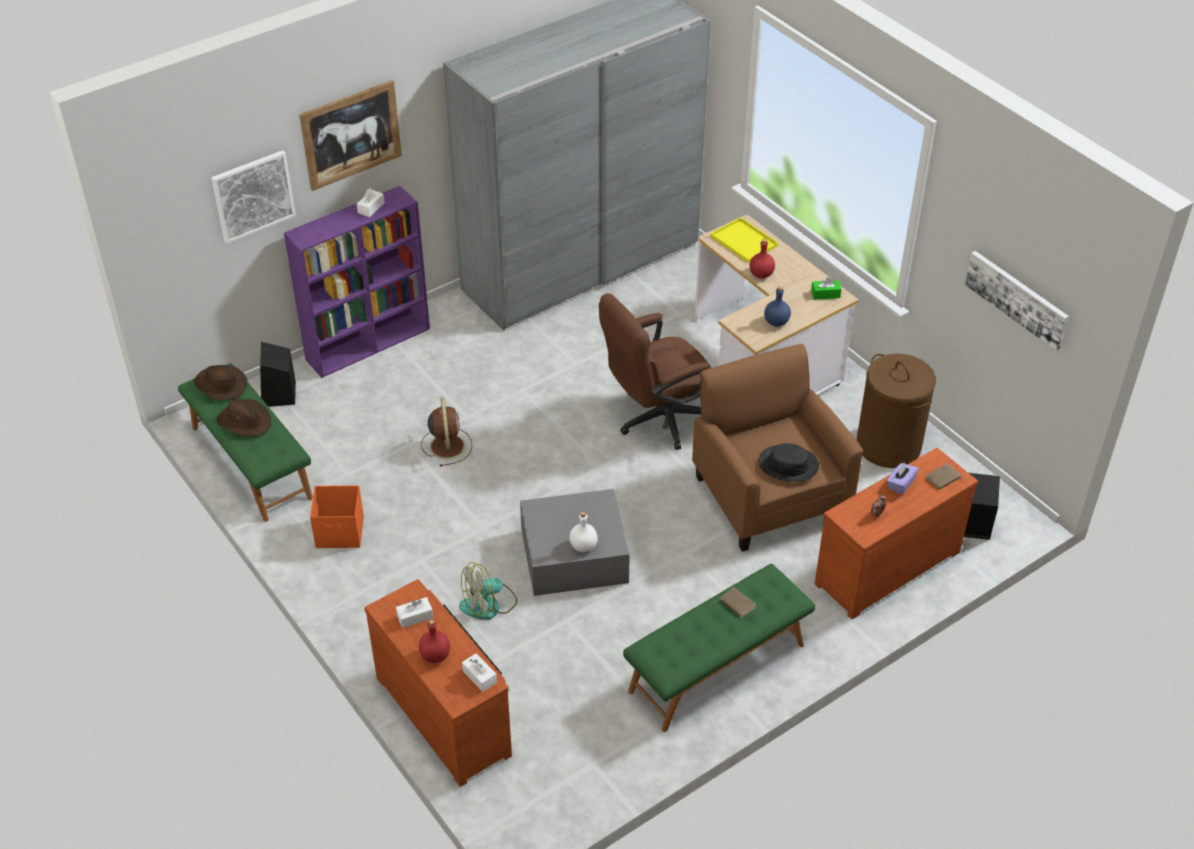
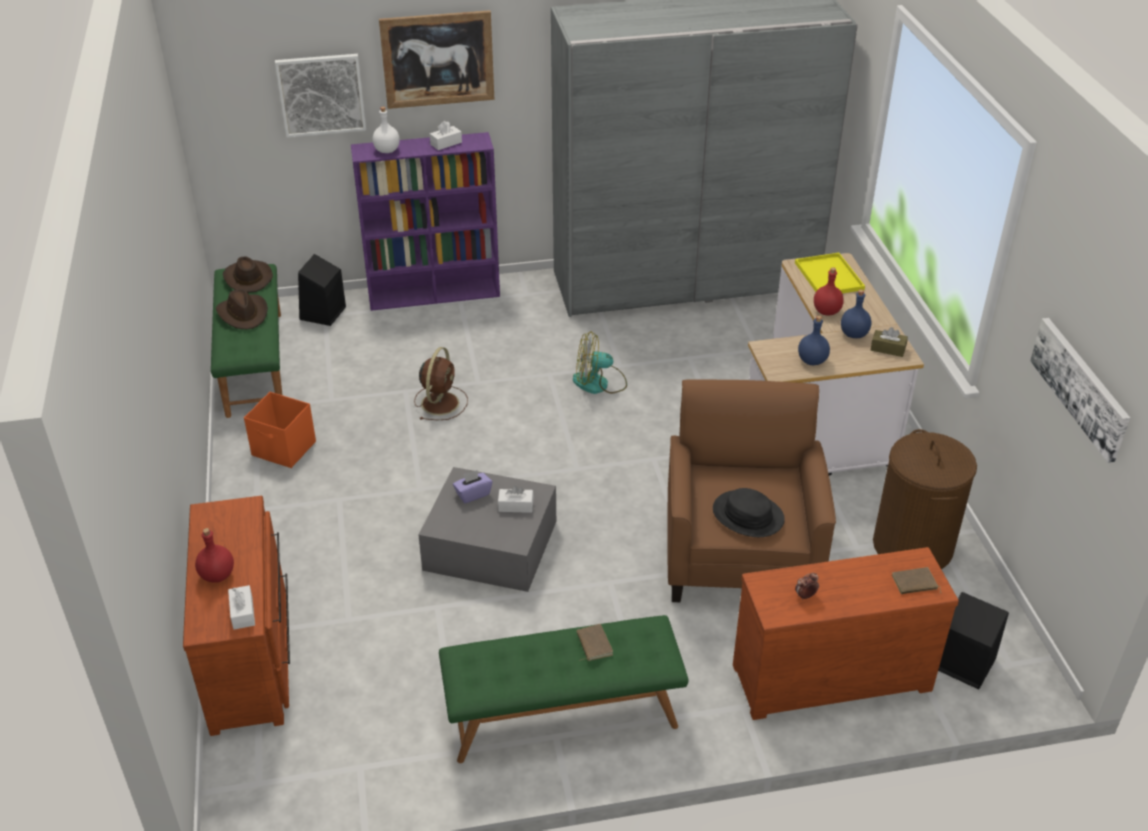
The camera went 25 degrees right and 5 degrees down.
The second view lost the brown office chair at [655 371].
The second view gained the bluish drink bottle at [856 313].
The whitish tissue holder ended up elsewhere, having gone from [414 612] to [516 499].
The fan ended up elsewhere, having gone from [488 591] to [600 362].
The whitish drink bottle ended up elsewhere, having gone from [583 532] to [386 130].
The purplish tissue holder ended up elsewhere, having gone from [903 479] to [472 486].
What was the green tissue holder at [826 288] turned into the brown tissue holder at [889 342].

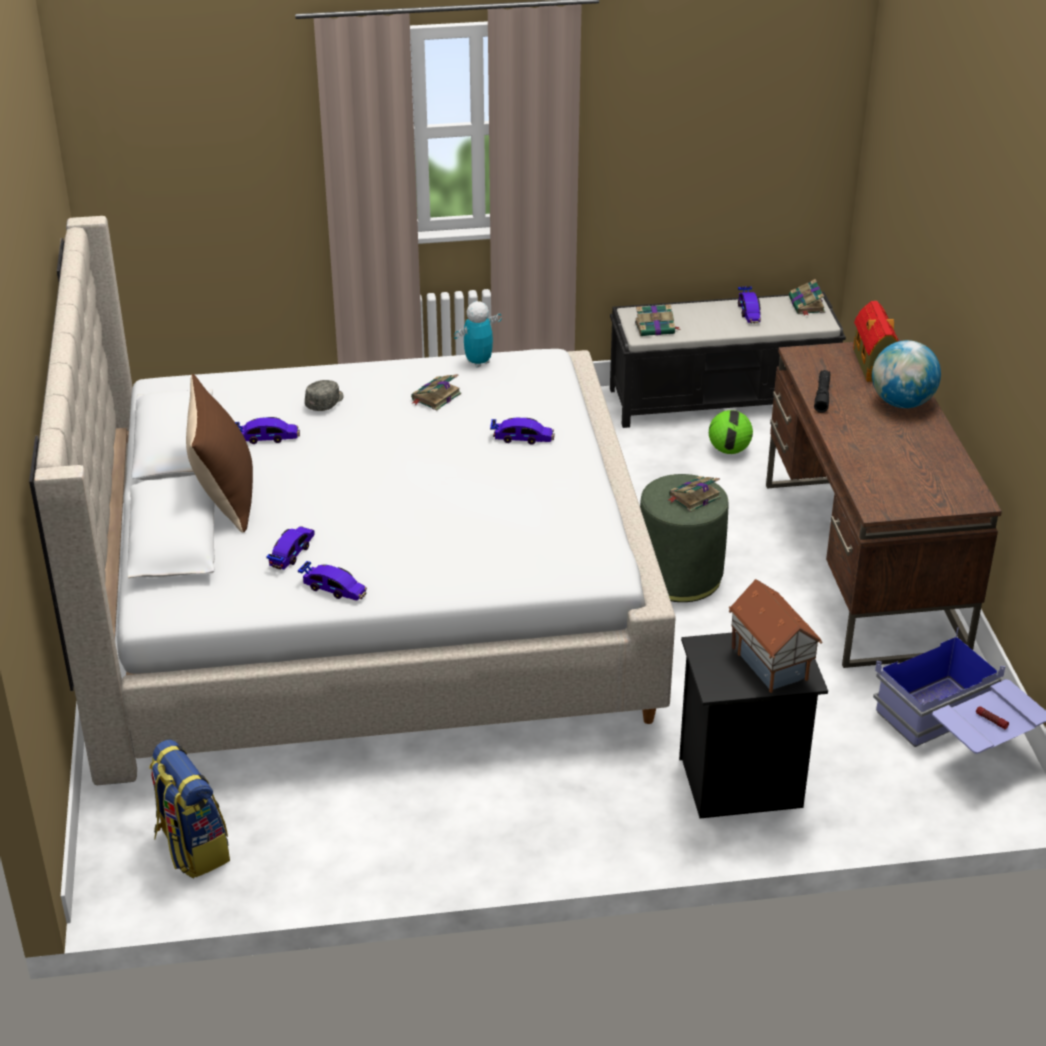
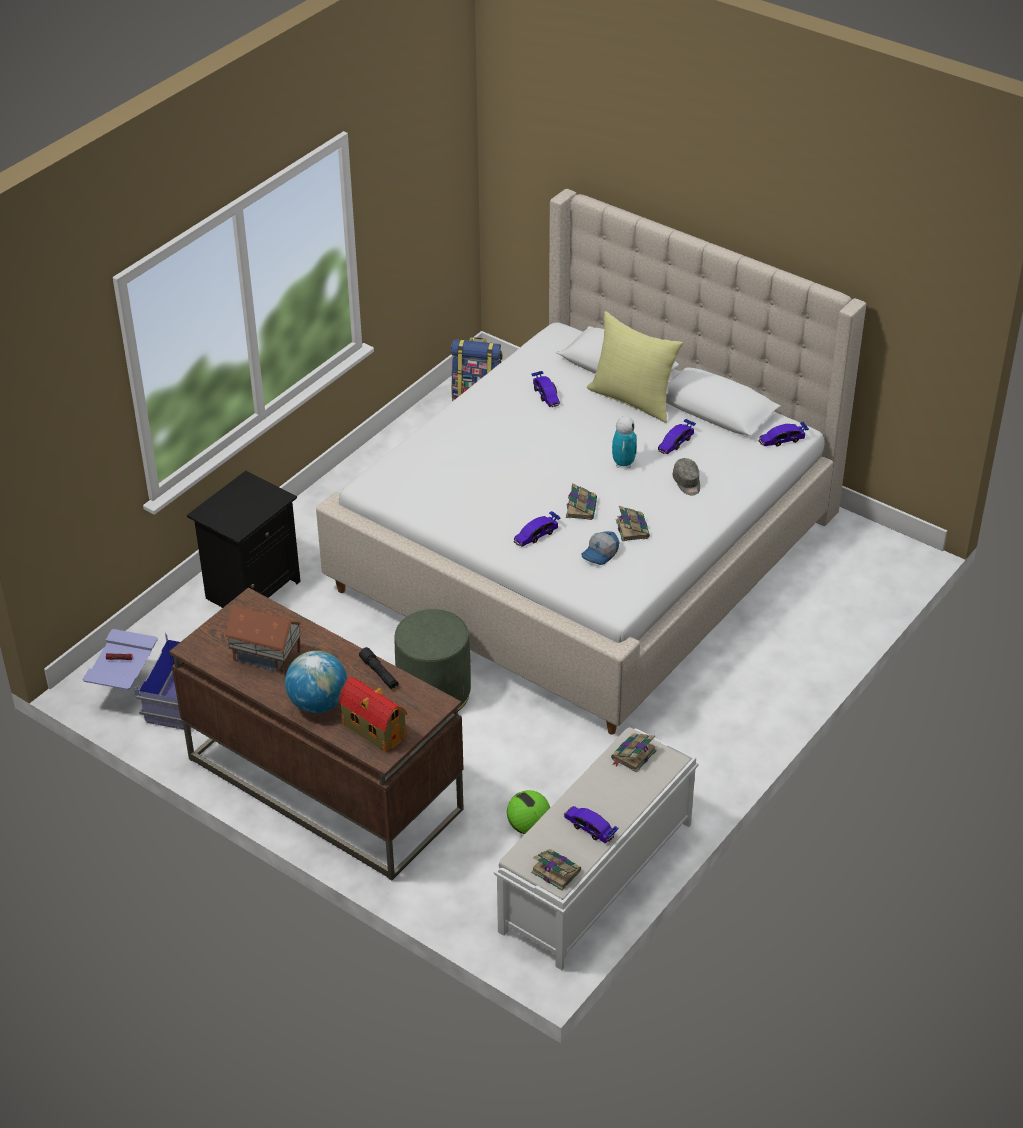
The camera went 135 degrees right and 5 degrees up.
The second view gained the peaked cap at [600 548].
The model car ended up elsewhere, having gone from [332 581] to [784 434].
The robot figure ended up elsewhere, having gone from [478 334] to [624 442].
The volume ended up elsewhere, having gone from [694 494] to [581 501].
The model house ended up elsewhere, having gone from [775 636] to [263 641].
What was the brown pillow at [219 453] turned into the yellow-coloured pillow at [635 367].
What was the blackish indoor bench at [728 360] turned into the whitish indoor bench at [596 848].

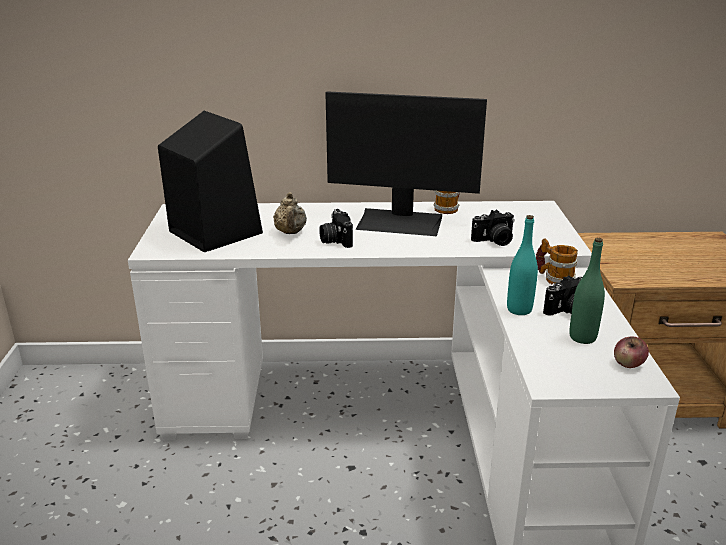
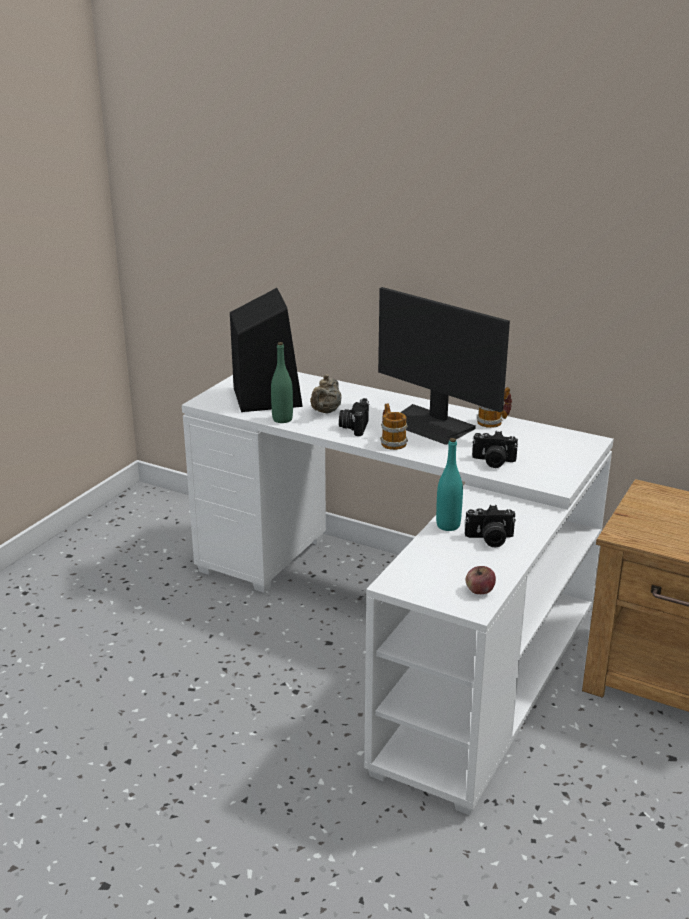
The camera went 30 degrees right and 0 degrees up.
The coffee mug ended up elsewhere, having gone from [557 261] to [394 427].
The green drink bottle ended up elsewhere, having gone from [587 291] to [282 382].

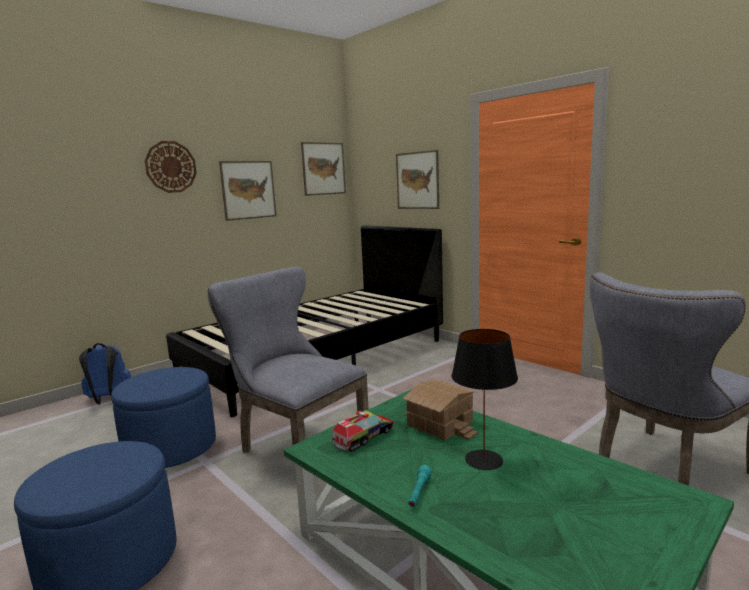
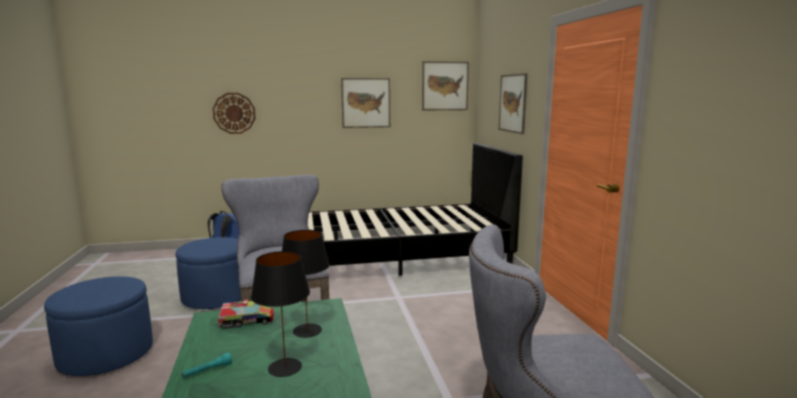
The camera went 30 degrees right and 0 degrees up.
The hanging clock ended up elsewhere, having gone from [171 167] to [234 113].
Where the model house stood at [440 410], the blackish table lamp came to stand at [305 284].

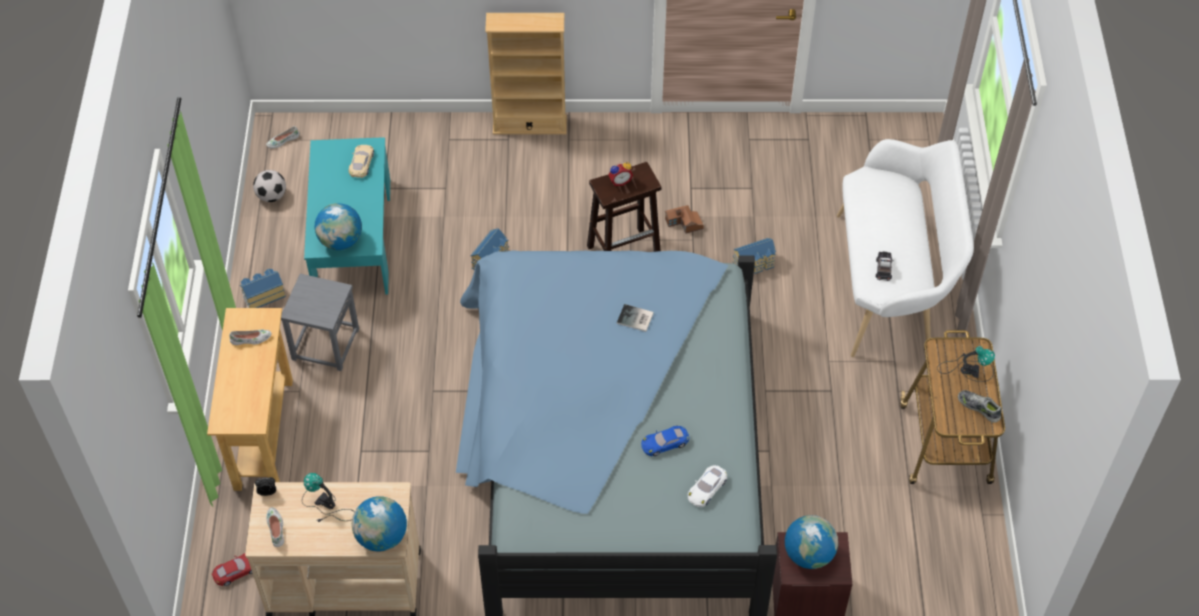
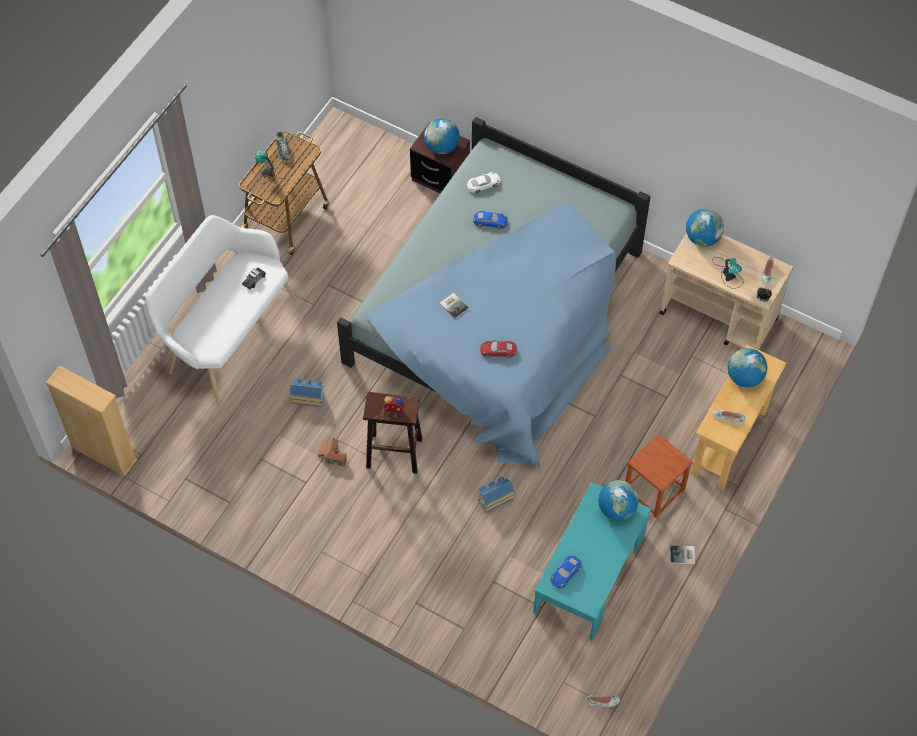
The camera went 150 degrees left and 5 degrees up.
The second view lost the football at [269 186].
The second view gained the desk globe at [747 368].
The reddish model car ended up elsewhere, having gone from [232 569] to [498 348].
The beige-coloured bookcase ended up elsewhere, having gone from [526 73] to [91 420].
Where the model house stood at [263 288], the volume came to stand at [682 554].
What was the gray stool at [320 322] turned into the brown stool at [659 476].
What was the beige-coloured model car at [361 161] turned into the bluish model car at [566 571].

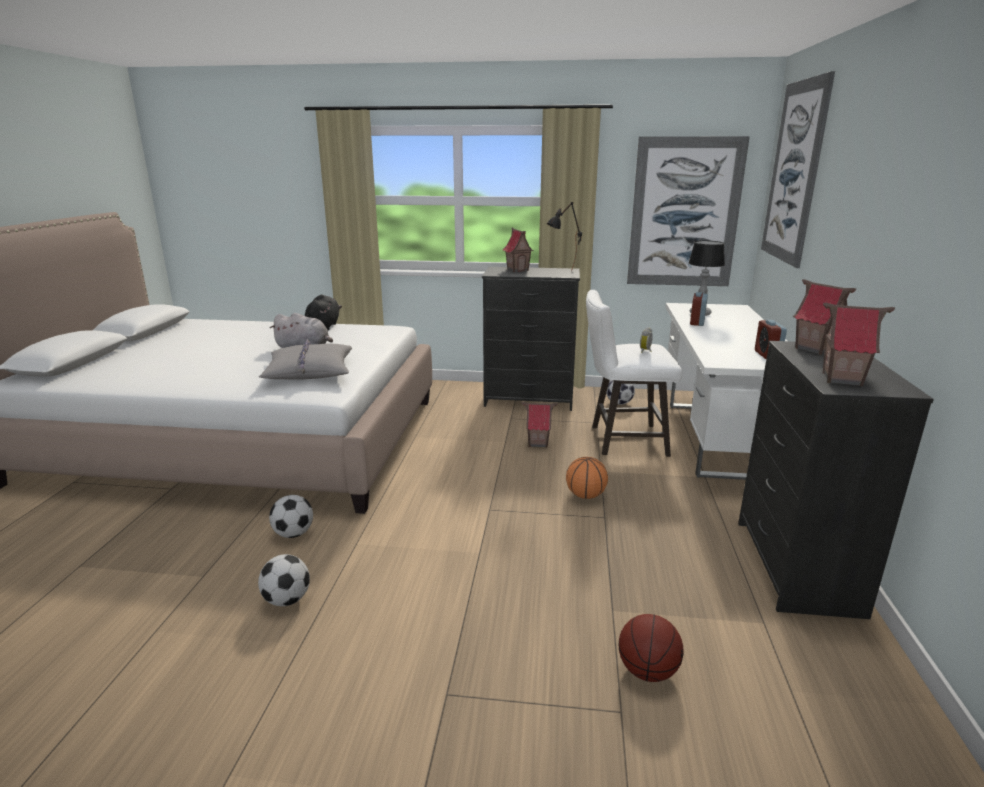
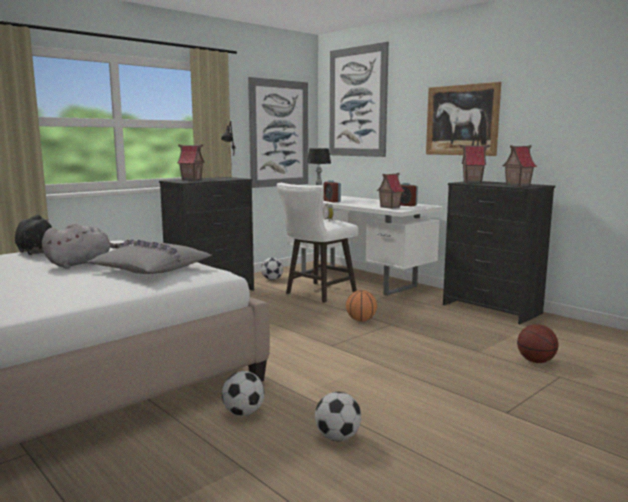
The camera went 50 degrees left and 10 degrees down.
The second view gained the wall art at [463 119].
The model house ended up elsewhere, having gone from [539 425] to [390 191].

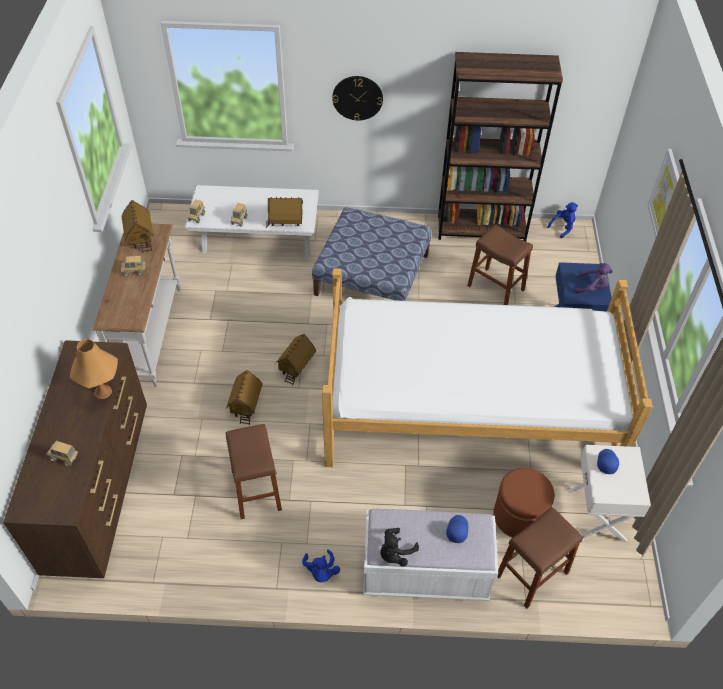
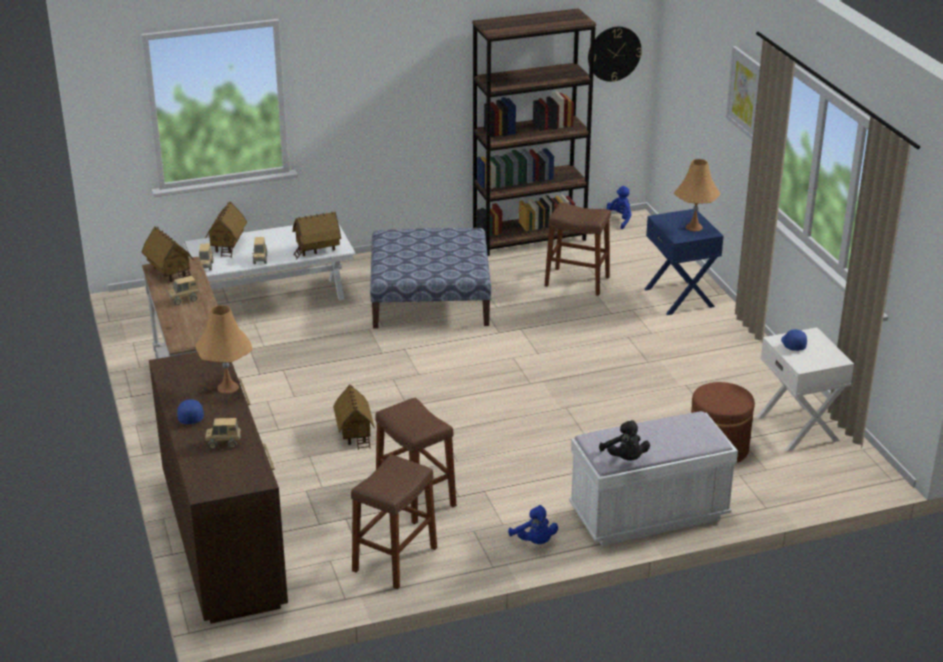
The camera went 20 degrees left and 20 degrees down.
The second view lost the bed at [487 367].
The model house ended up elsewhere, having gone from [295 360] to [226 230].
The hanging clock ended up elsewhere, having gone from [357 98] to [615 54].
The bluish peaked cap ended up elsewhere, having gone from [457 529] to [190 411].
The brown stool ended up elsewhere, having gone from [540 557] to [394 521].
Where the purplish plush toy stood at [594 278], the orange-coloured table lamp came to stand at [697 195].
The blackish plush toy at [399 547] ended up facing another way, 45 degrees counterclockwise from before.

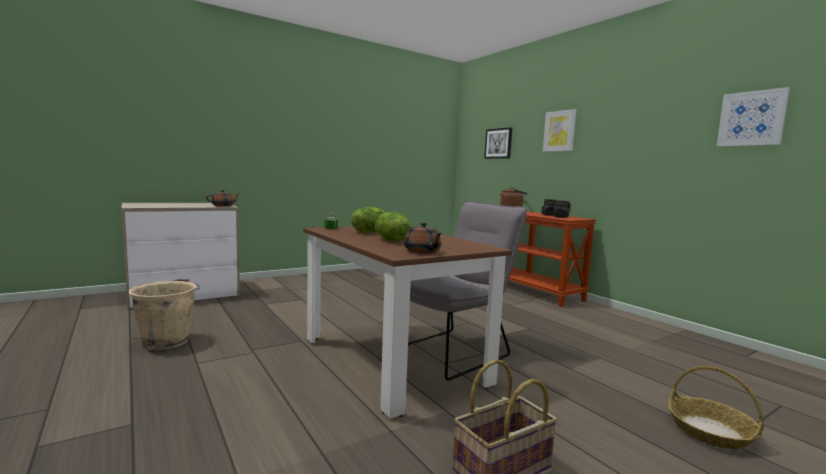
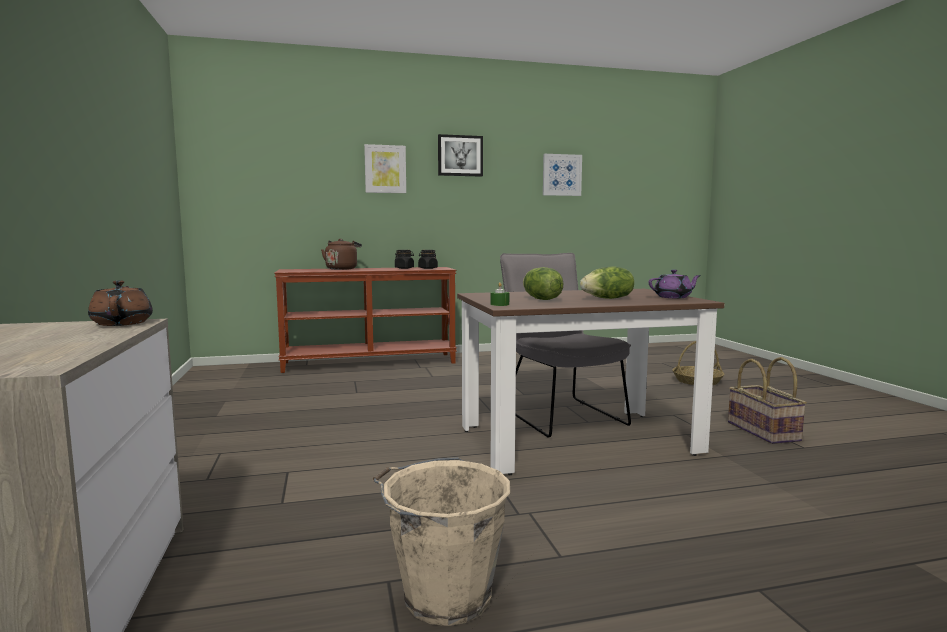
The camera went 70 degrees left and 0 degrees up.
The wall art ended up elsewhere, having gone from [498 143] to [460 155].
What was the brown teapot at [423 237] turned into the purplish teapot at [675 284].

